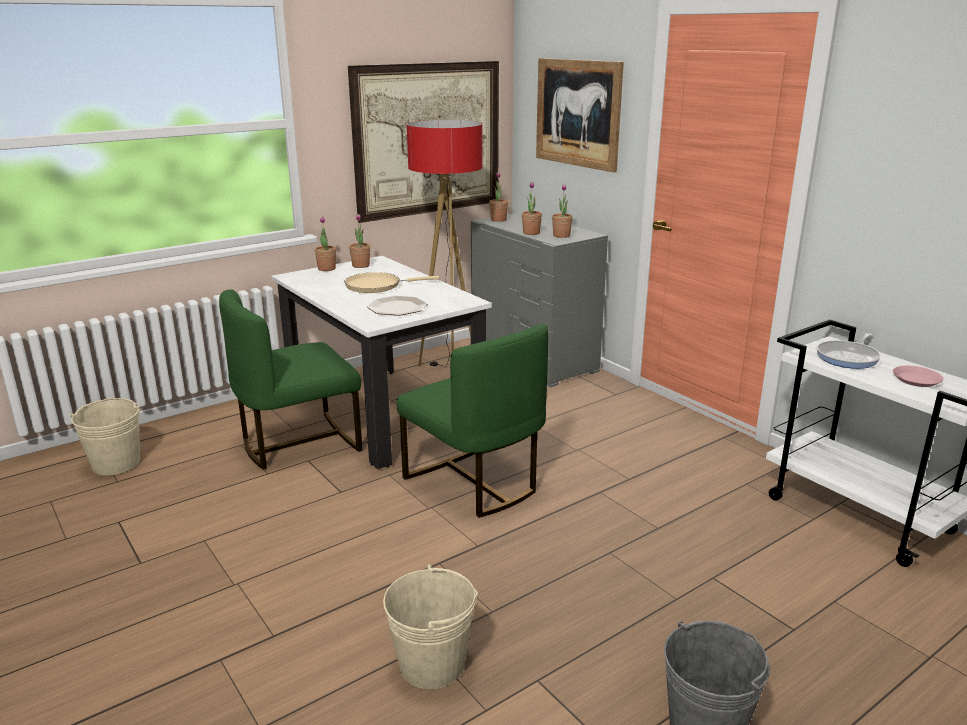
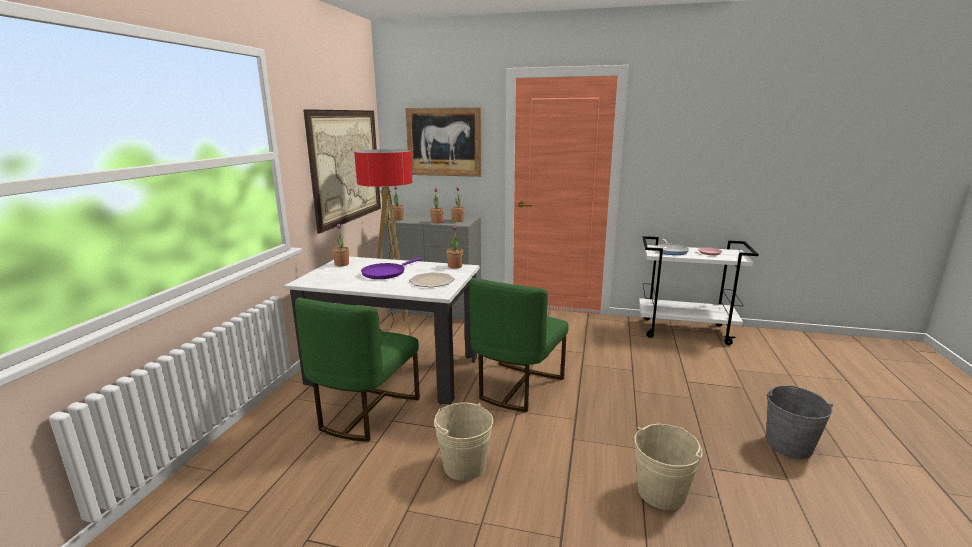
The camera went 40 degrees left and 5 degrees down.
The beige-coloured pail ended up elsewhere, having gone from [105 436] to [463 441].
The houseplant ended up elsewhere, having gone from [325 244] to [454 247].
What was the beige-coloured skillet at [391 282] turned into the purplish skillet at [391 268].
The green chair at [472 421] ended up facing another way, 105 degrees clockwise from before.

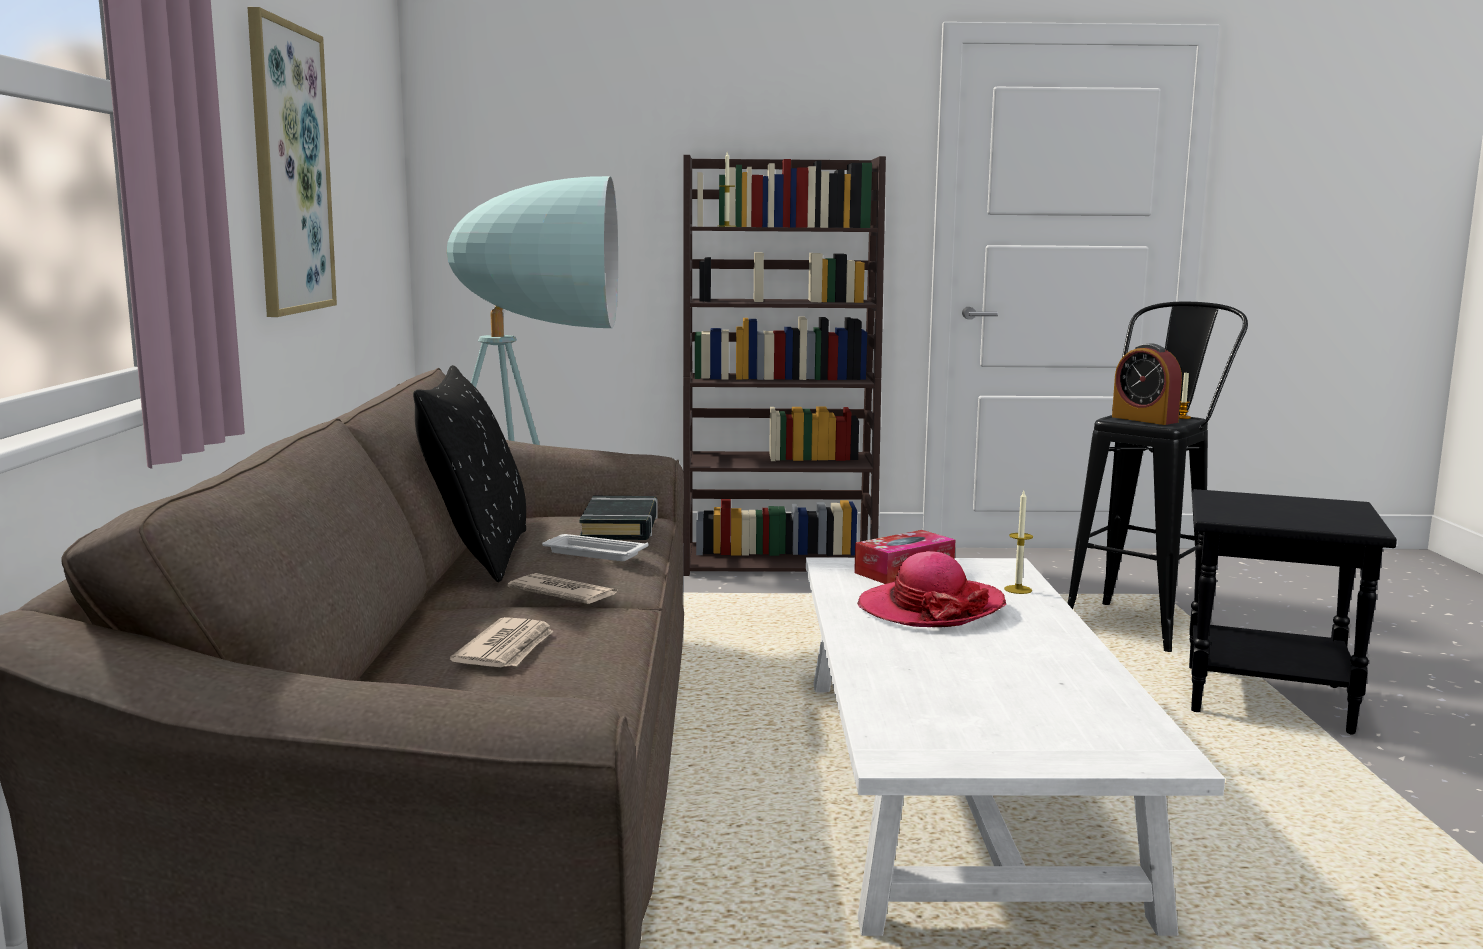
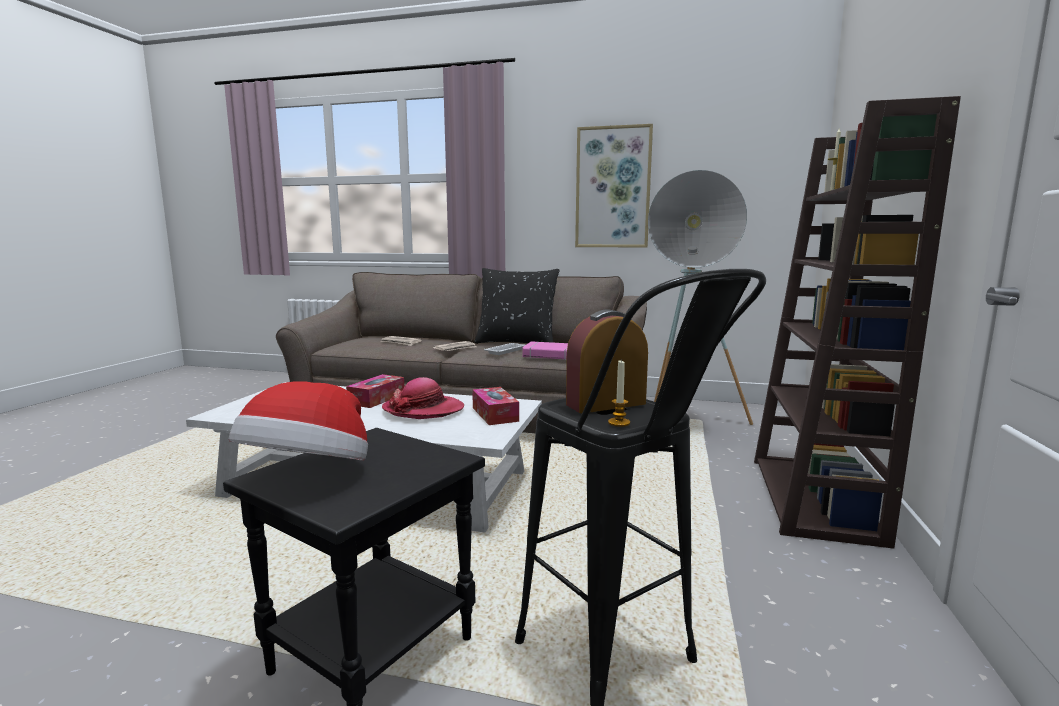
The camera went 105 degrees right and 0 degrees up.
The second view lost the candle at [1018 542].
The second view gained the clothing hat at [298 420].
The second view gained the tissue holder at [375 391].
What was the blackish volume at [618 518] turned into the pink volume at [545 350].

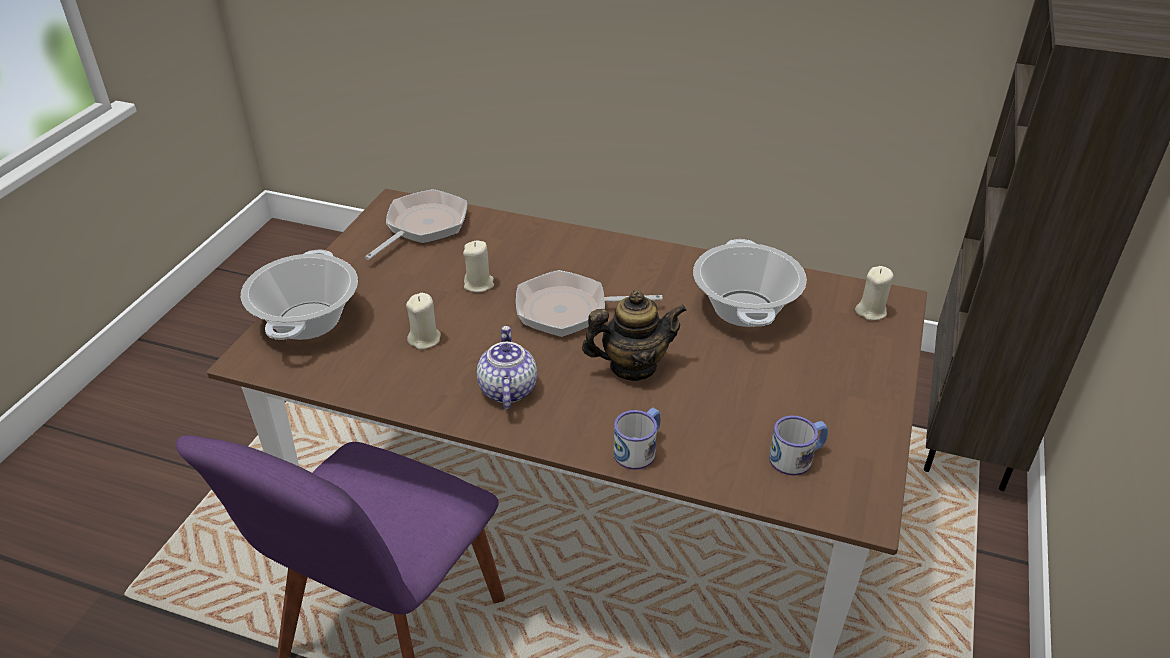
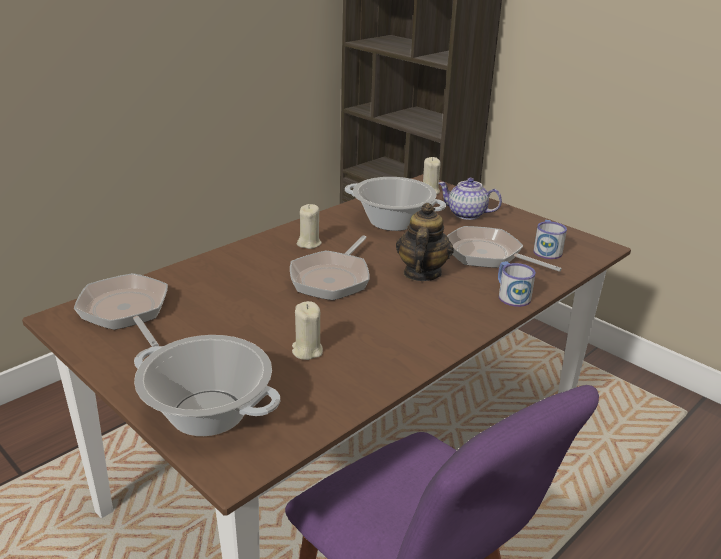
The camera went 65 degrees left and 10 degrees down.
The second view gained the skillet at [504 249].
The beige-coloured candle ended up elsewhere, having gone from [478 266] to [309 226].
The teapot ended up elsewhere, having gone from [507 367] to [470 199].

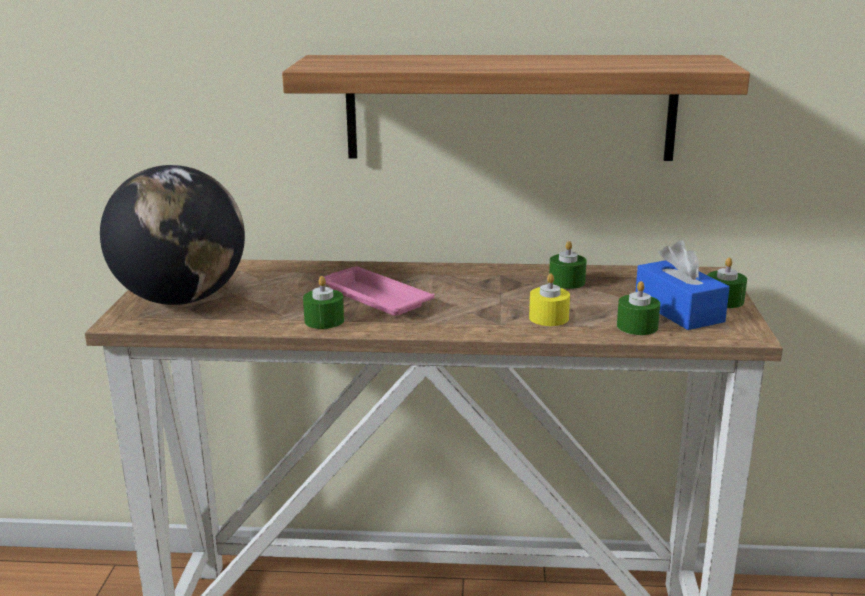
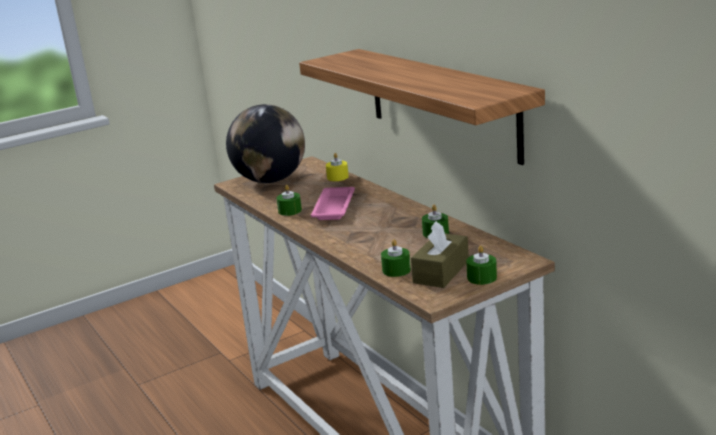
The camera went 55 degrees right and 0 degrees up.
The yellow-coloured candle ended up elsewhere, having gone from [549 299] to [337 167].
What was the bluish tissue holder at [683 285] turned into the brown tissue holder at [440 254].

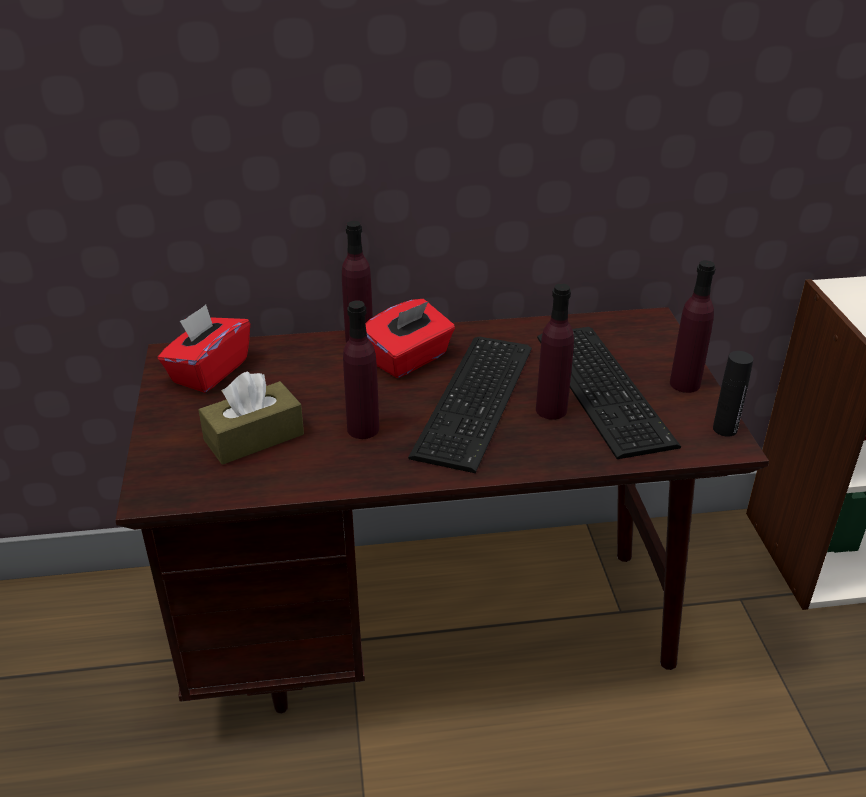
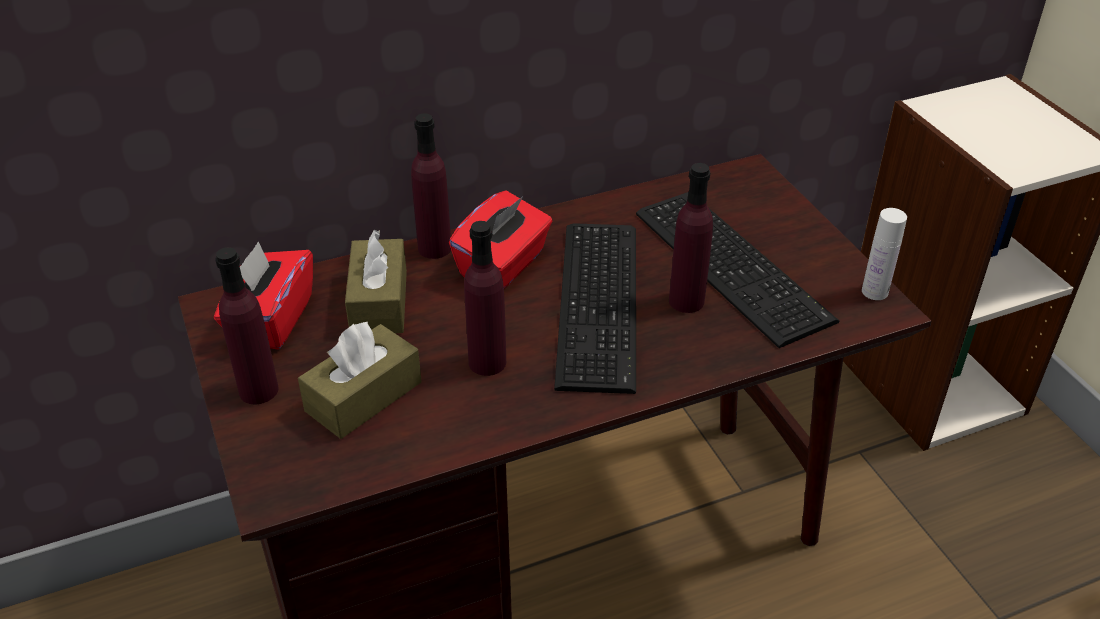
The camera went 15 degrees left and 5 degrees up.
The second view gained the brown tissue holder at [376 281].
The purplish drink bottle ended up elsewhere, having gone from [692 326] to [246 325].
What was the blackish drink bottle at [733 394] turned into the whitish drink bottle at [884 254].

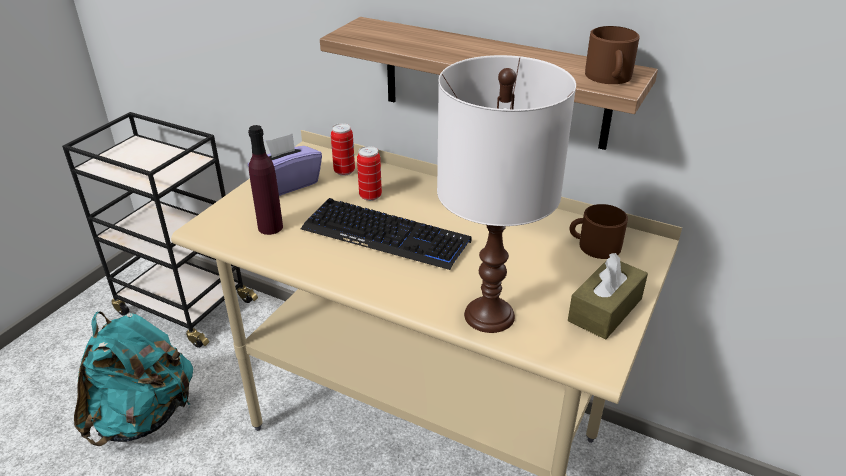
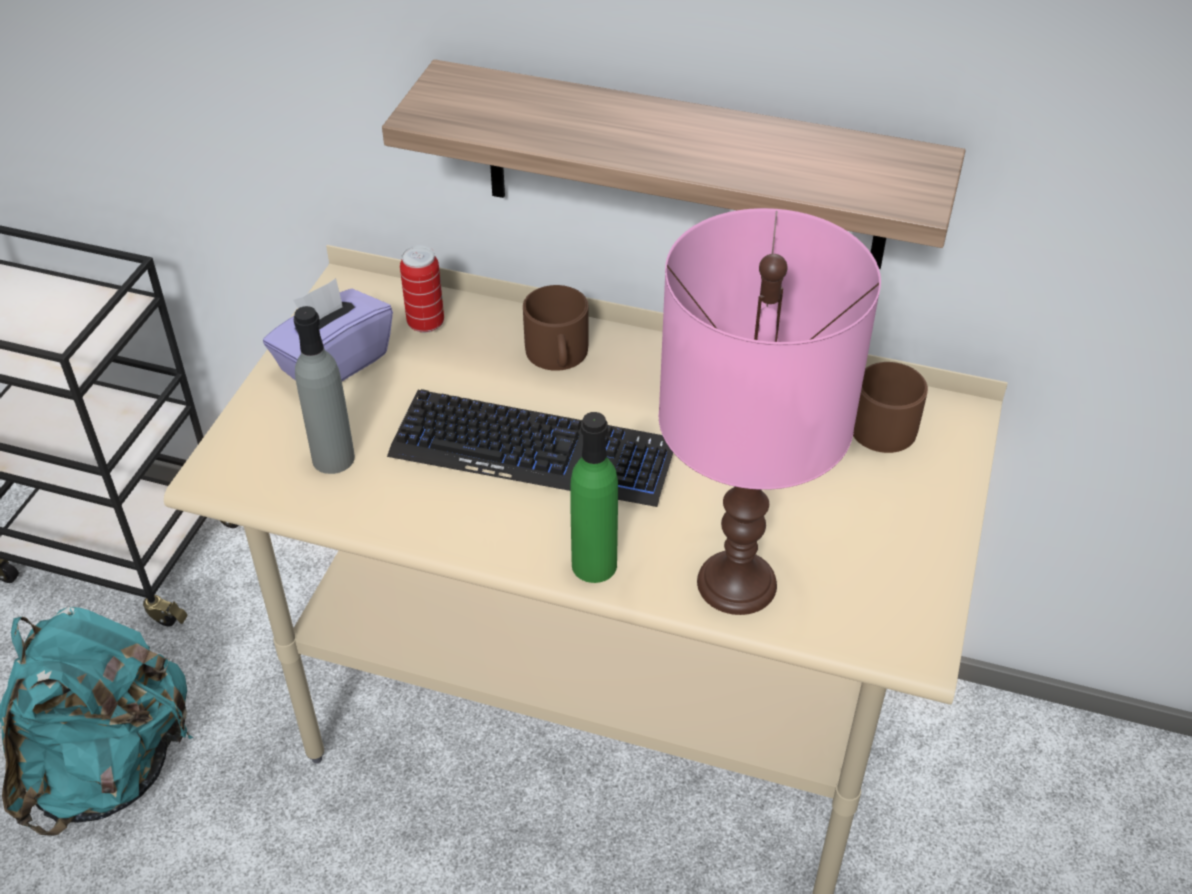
The camera went 10 degrees left and 10 degrees up.
The second view lost the can at [369 173].
The second view lost the brown tissue holder at [608 296].
The second view gained the green drink bottle at [594 497].
The brown coffee mug ended up elsewhere, having gone from [612 55] to [556 328].
What was the purplish drink bottle at [265 180] turned into the gray drink bottle at [324 390].
What was the whitish table lamp at [506 194] turned into the pink table lamp at [770 411].

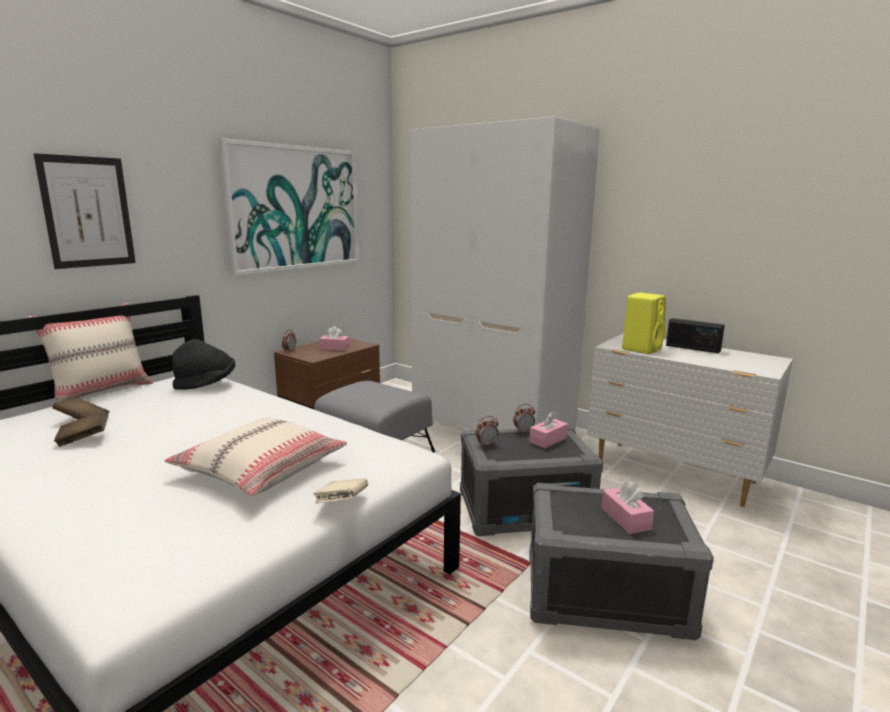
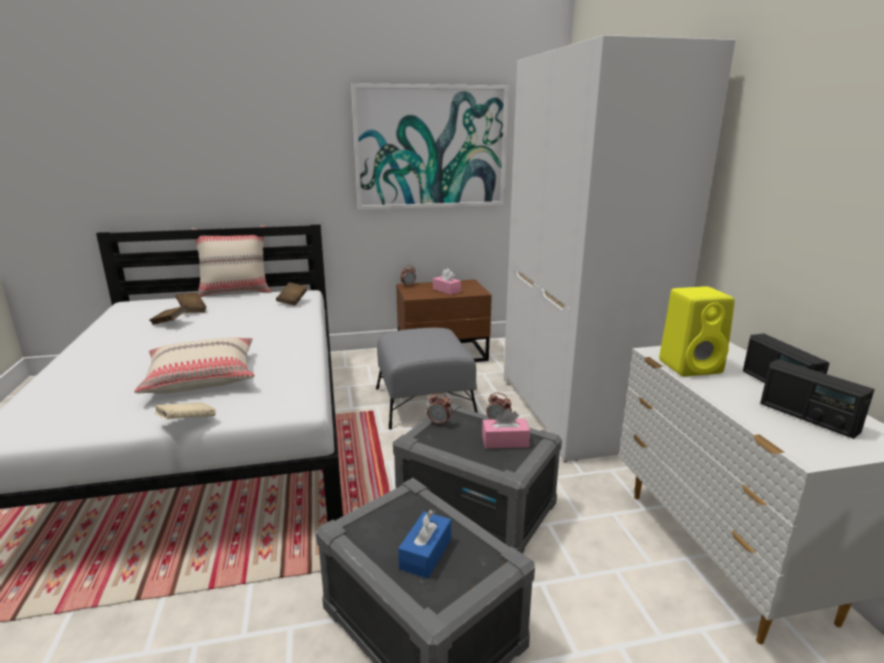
The camera went 40 degrees right and 5 degrees up.
The second view lost the wall art at [85 211].
The second view gained the radio set at [817 399].
Where the blackish clothing hat stood at [203 364], the brown volume came to stand at [291 294].
What was the pink tissue holder at [627 507] turned into the bluish tissue holder at [424 544].

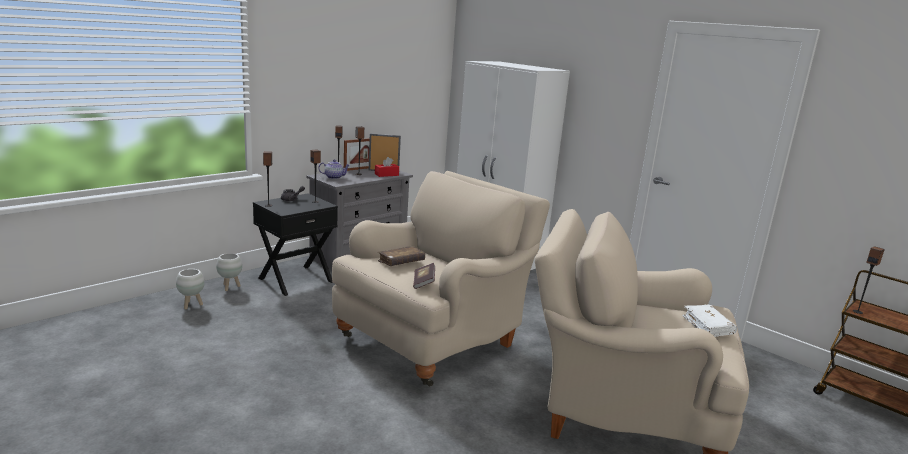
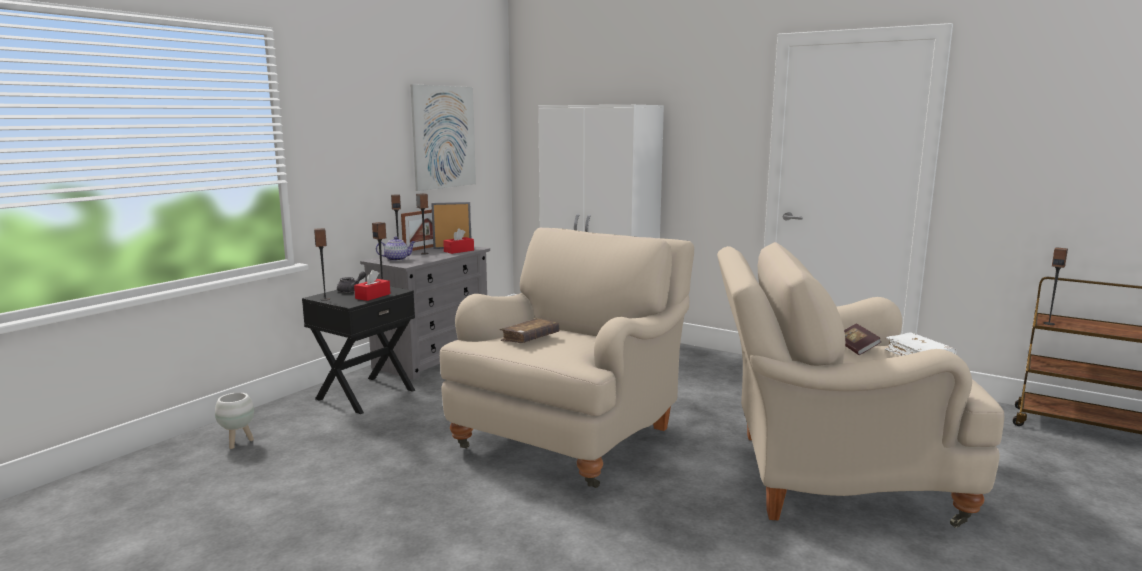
The camera went 10 degrees left and 5 degrees down.
The second view lost the whitish plant pot at [229 272].
The second view gained the reddish tissue holder at [372 285].
The second view gained the wall art at [443 137].
The volume ended up elsewhere, having gone from [424 276] to [862 339].

